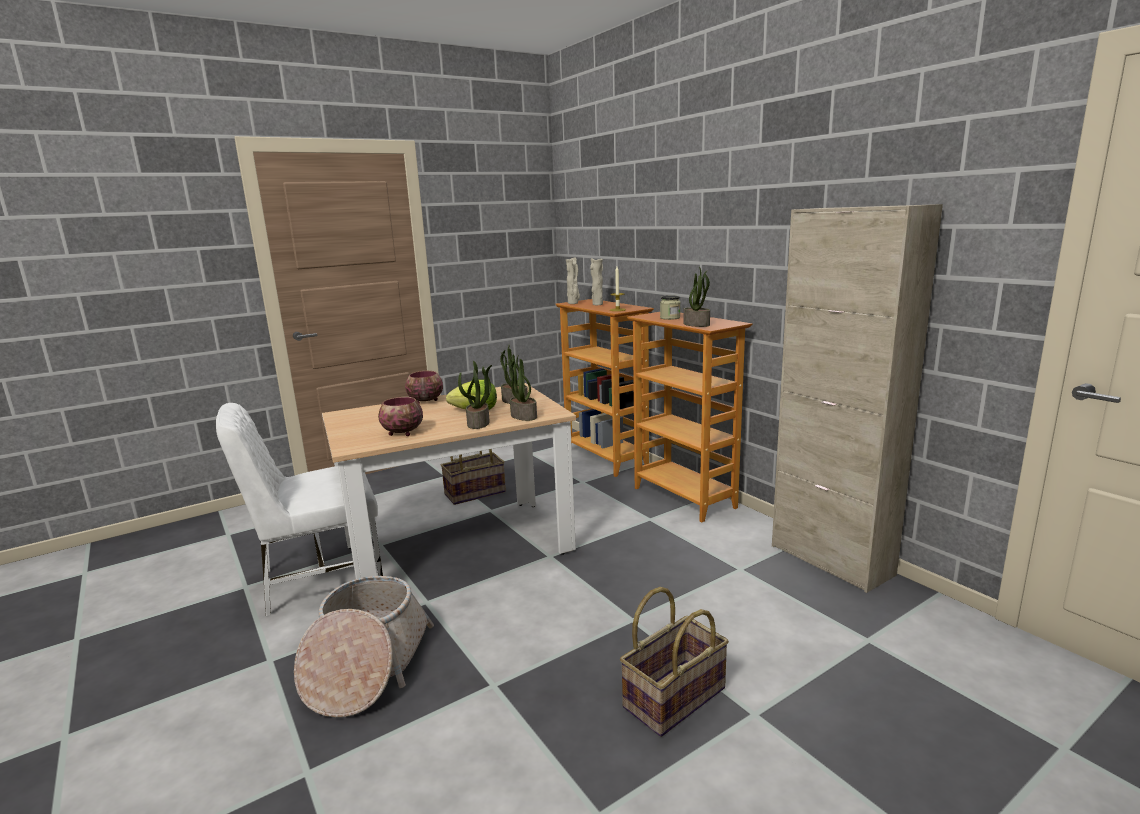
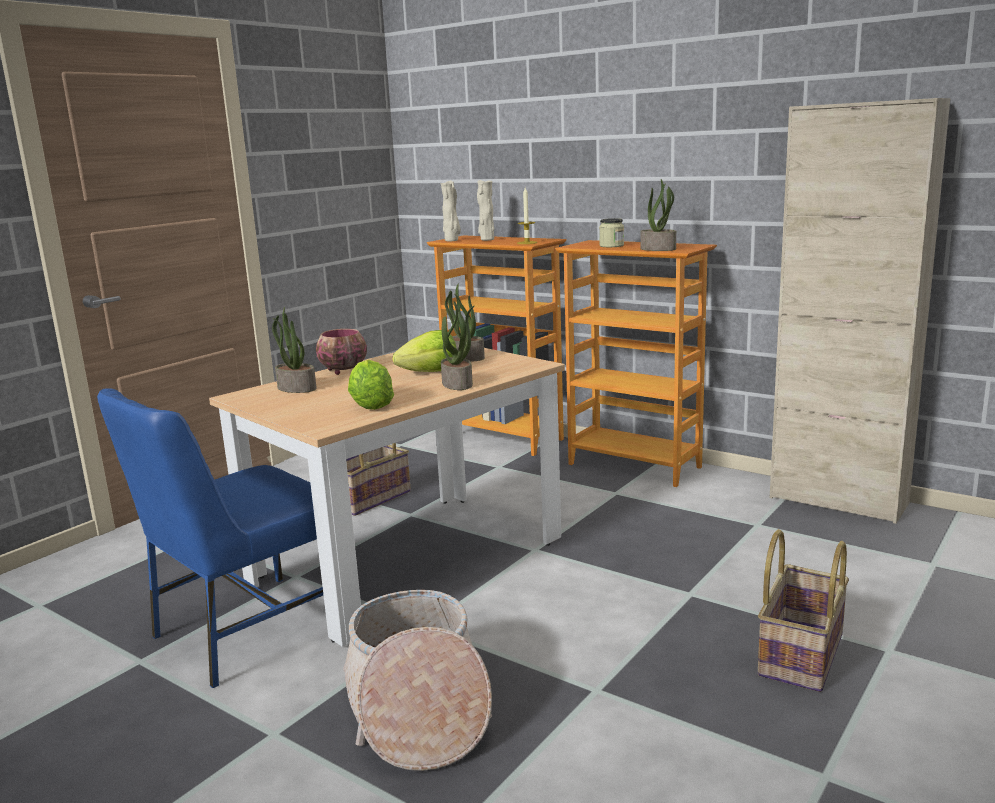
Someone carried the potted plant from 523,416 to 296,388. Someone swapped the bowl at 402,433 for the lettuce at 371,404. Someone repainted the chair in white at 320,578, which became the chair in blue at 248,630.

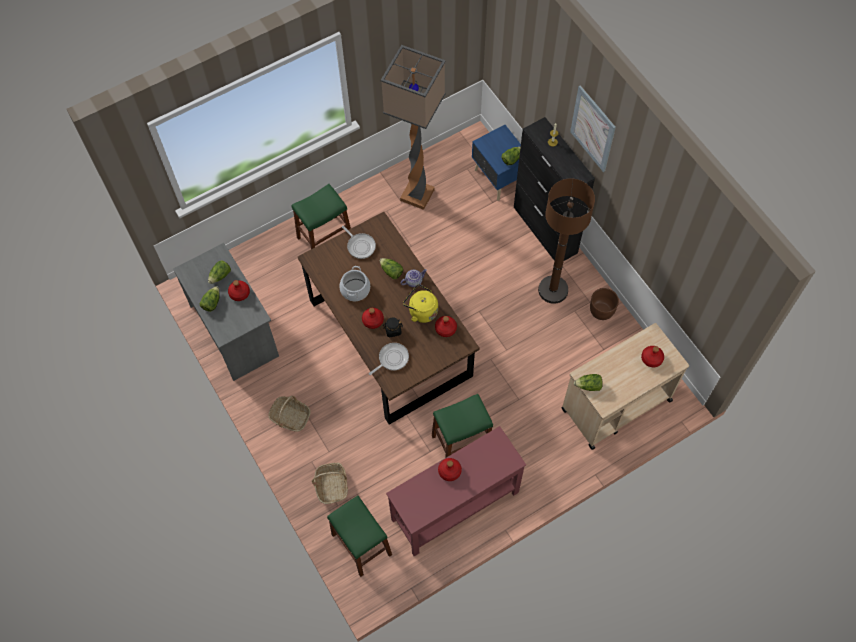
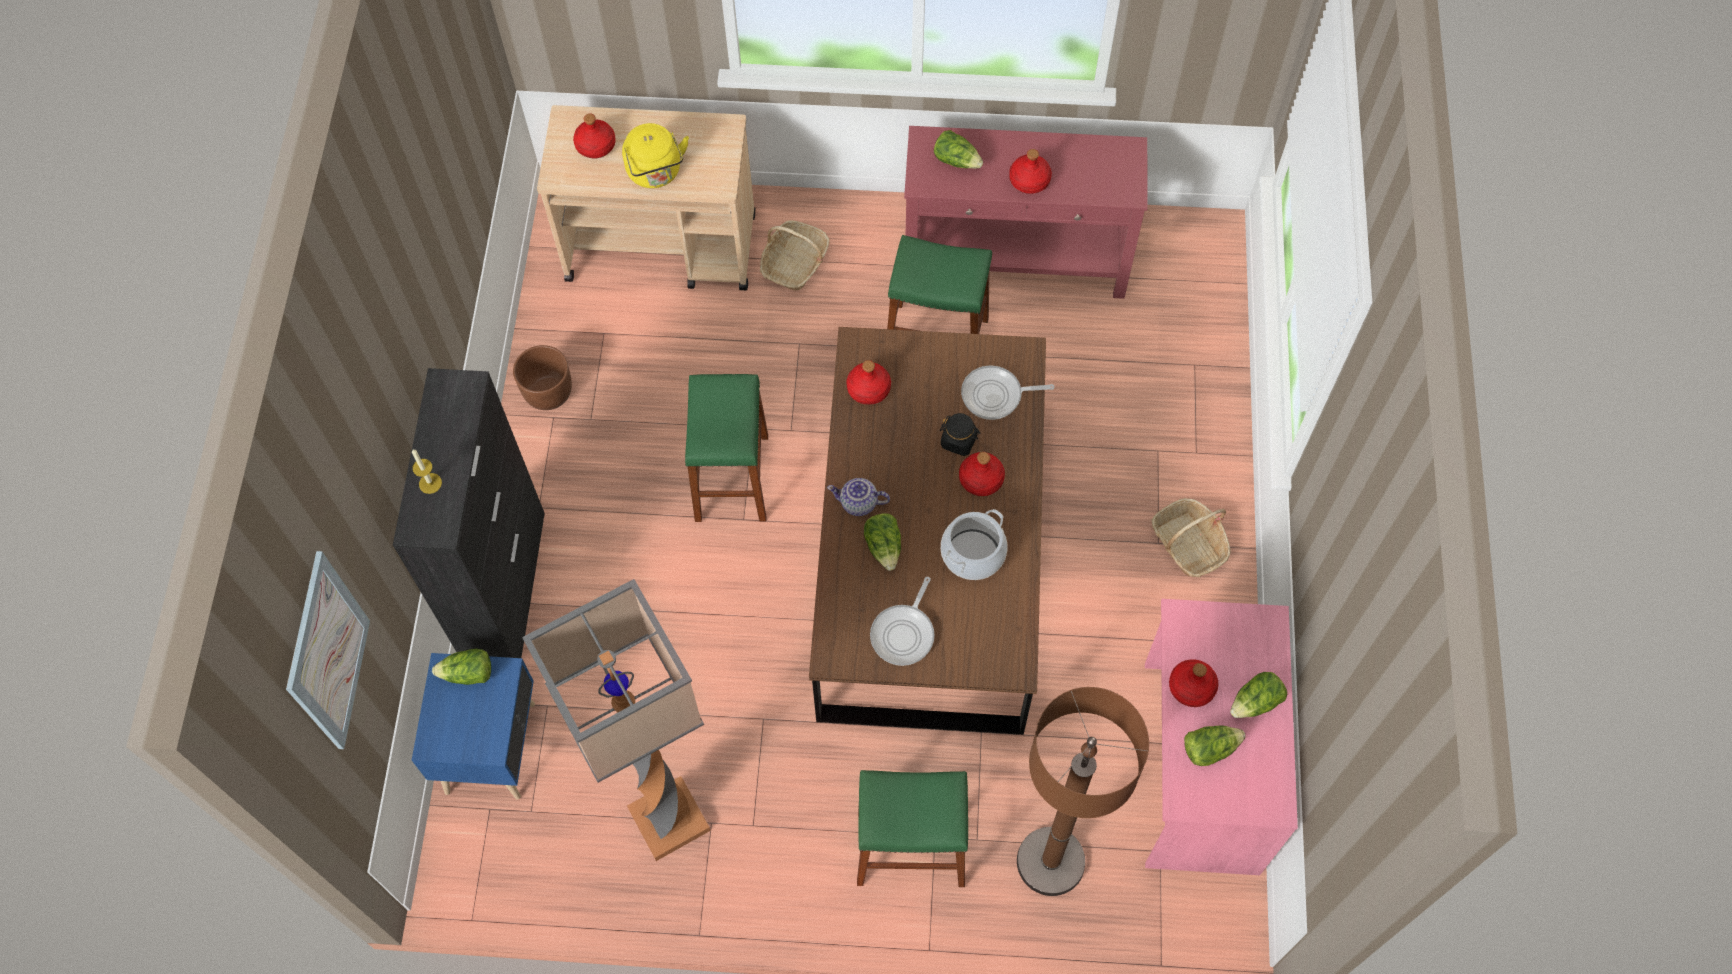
Someone carried the basket from 331,485 to 795,263. Someone carried the stool in green from 361,544 to 732,478. Someone carried the kettle in yellow from 421,311 to 656,173. Someone carried the floor lamp in brown from 553,290 to 1050,861. Someone carried the picture from 593,129 to 327,652. Someone carried the lettuce from 588,386 to 957,160. Someone repainted the desk in grey at 235,330, which became the desk in pink at 1197,767. Someone rotated the frying pan at 360,246 by 150 degrees counterclockwise.

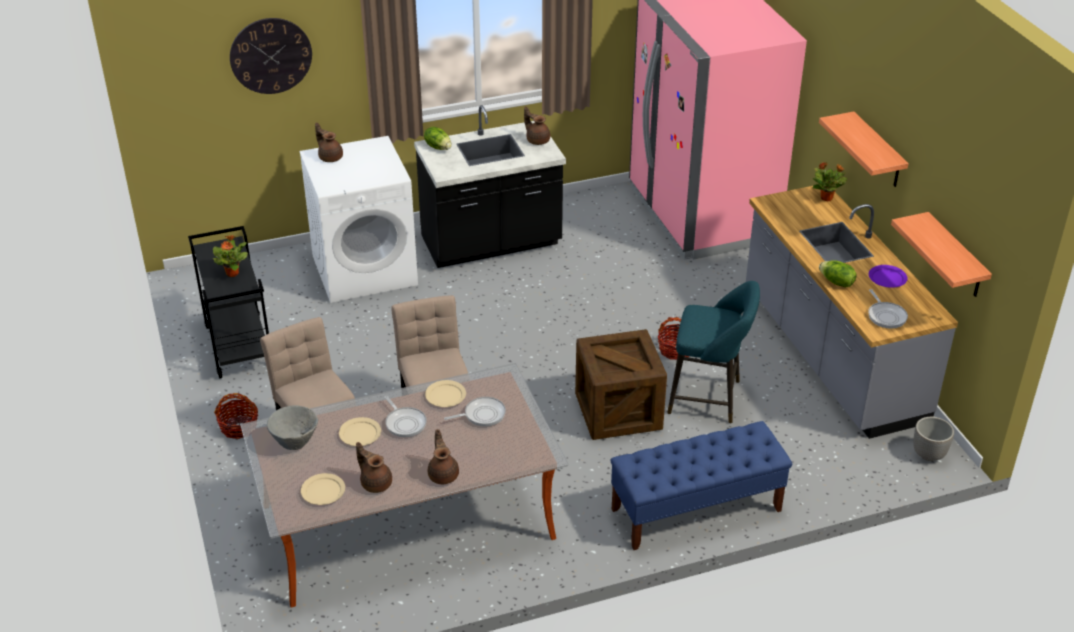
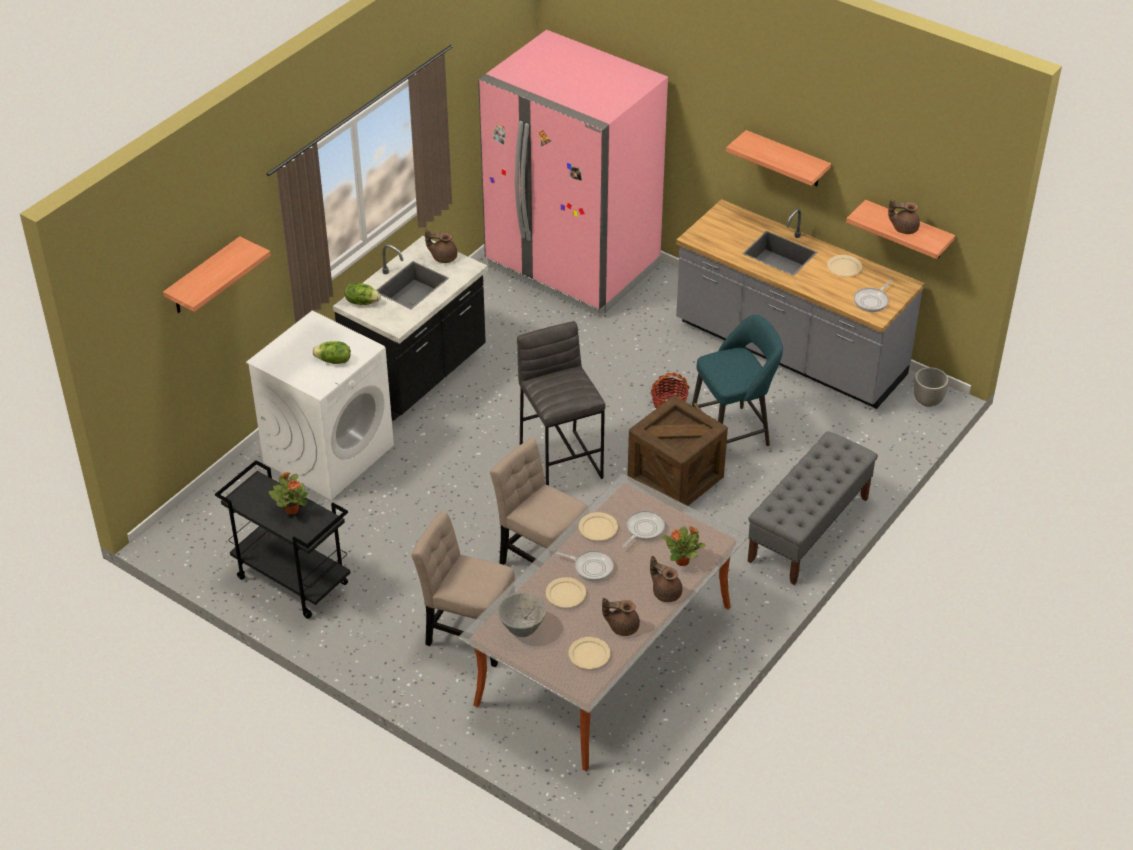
Someone took away the basket at 239,427. Someone put down the stool in grey at 561,461. Someone carried the teapot in brown from 330,157 to 904,228. Someone carried the potted plant from 827,198 to 683,561. Someone carried the lettuce from 836,282 to 333,361. Someone swapped the wall clock at 271,55 for the shelf at 204,277. Someone repainted the bench in blue at 695,510, which became the bench in grey at 808,530. Someone repainted the plate in purple at 887,278, which became the plate in beige at 844,267. Someone rotated the frying pan at 886,316 by 90 degrees clockwise.

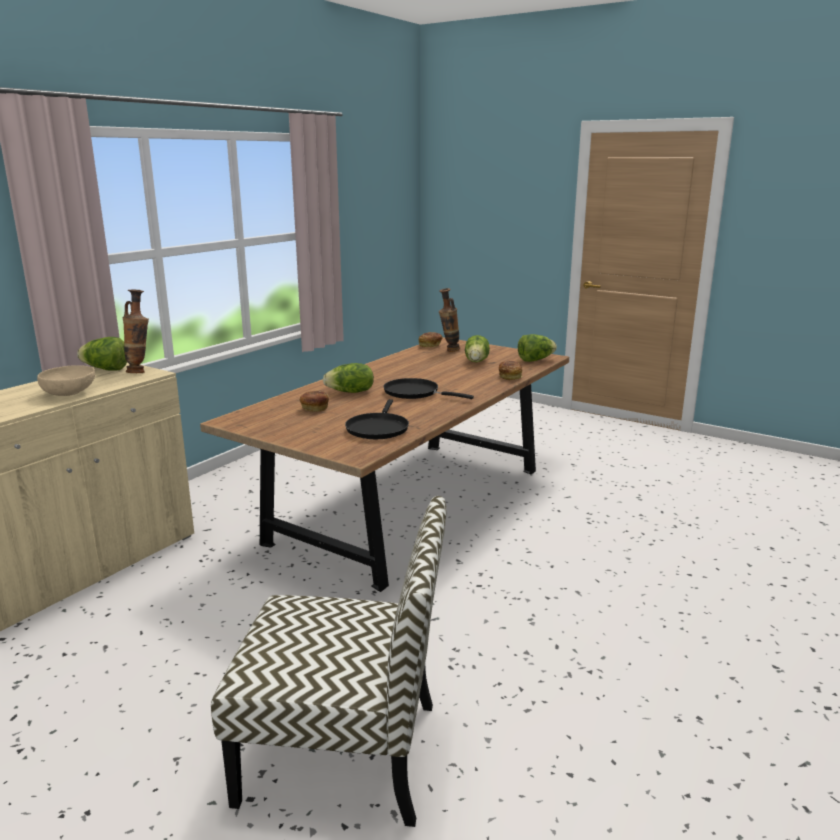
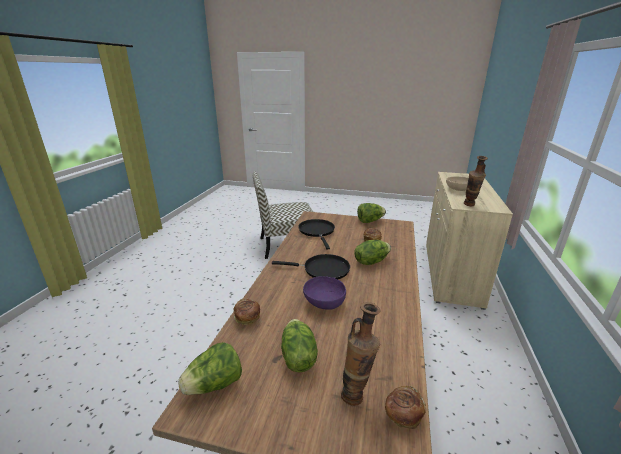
Someone put down the bowl in purple at 324,302. Someone carried the lettuce from 106,369 to 370,221.

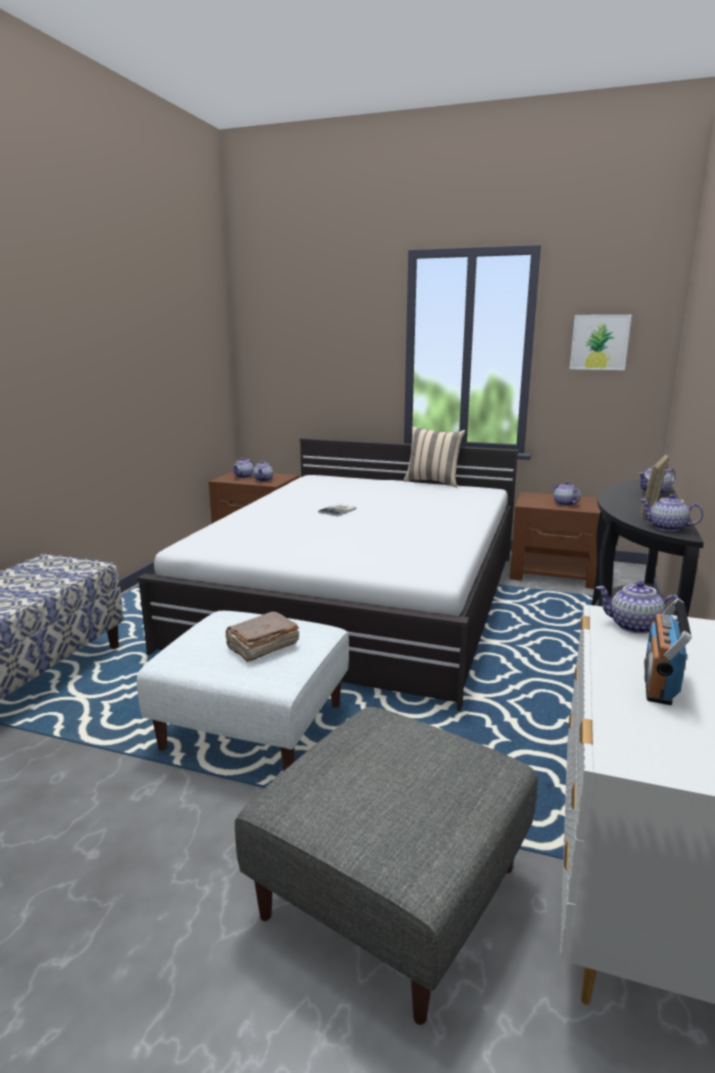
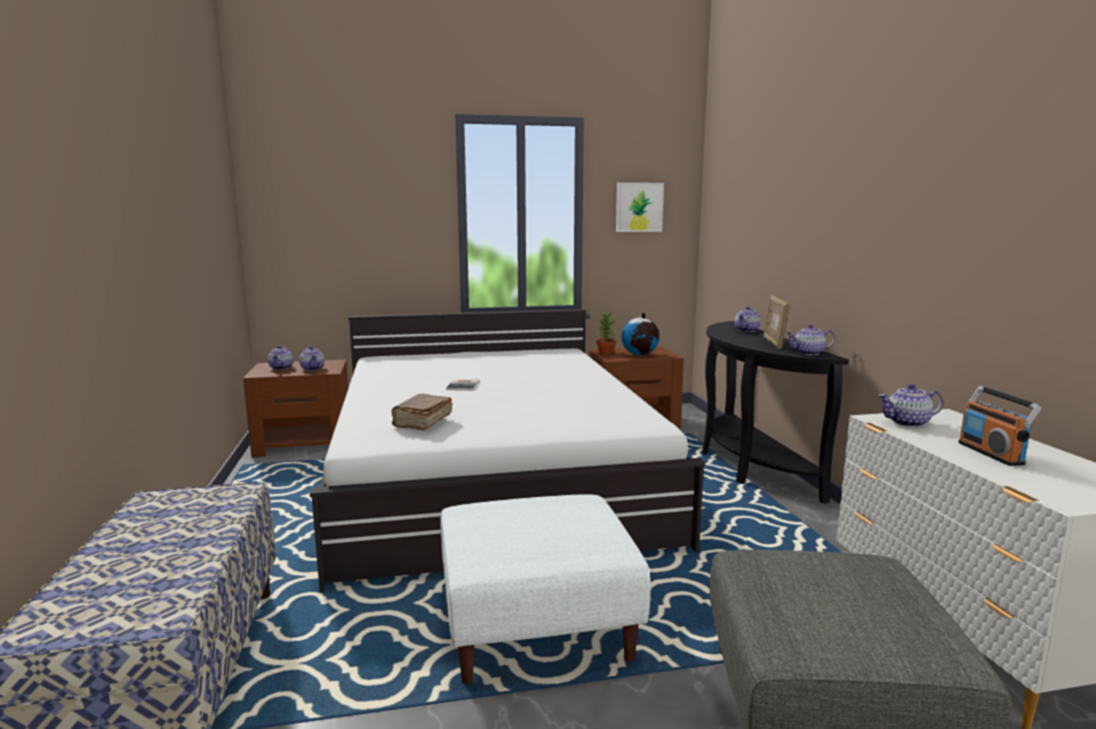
Someone took away the pillow in beige at 433,482. Someone put down the potted plant at 606,352. Someone carried the book in brown from 262,647 to 422,422. Someone swapped the teapot at 564,504 for the globe at 640,354.

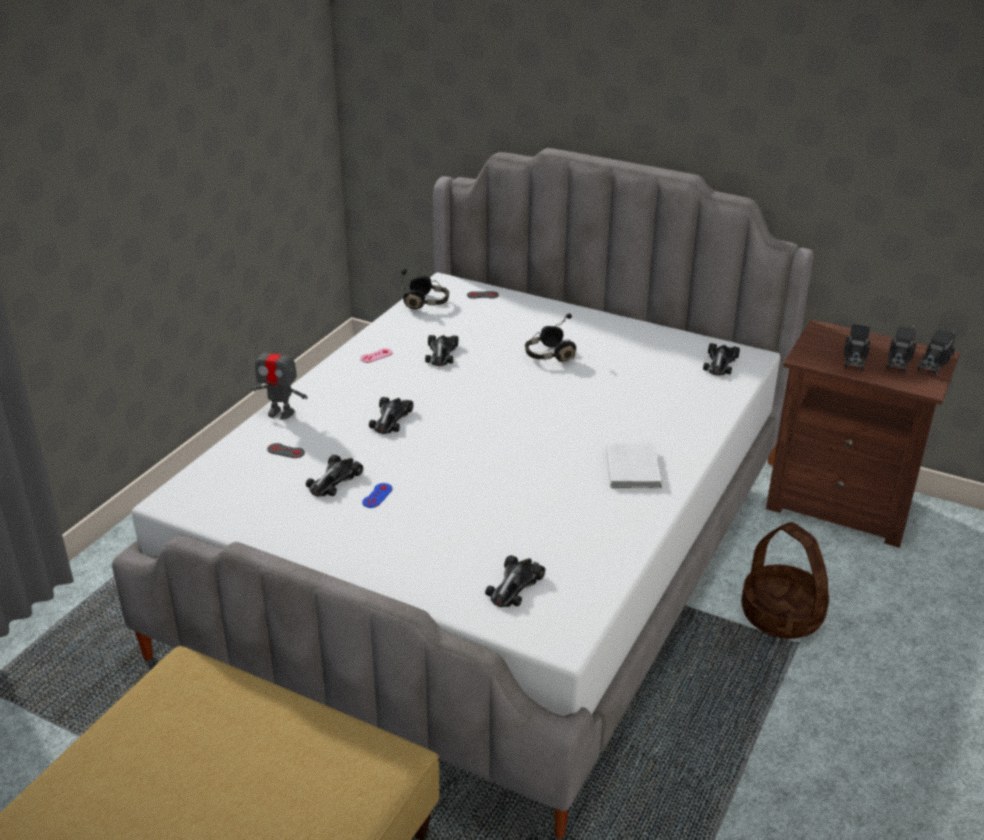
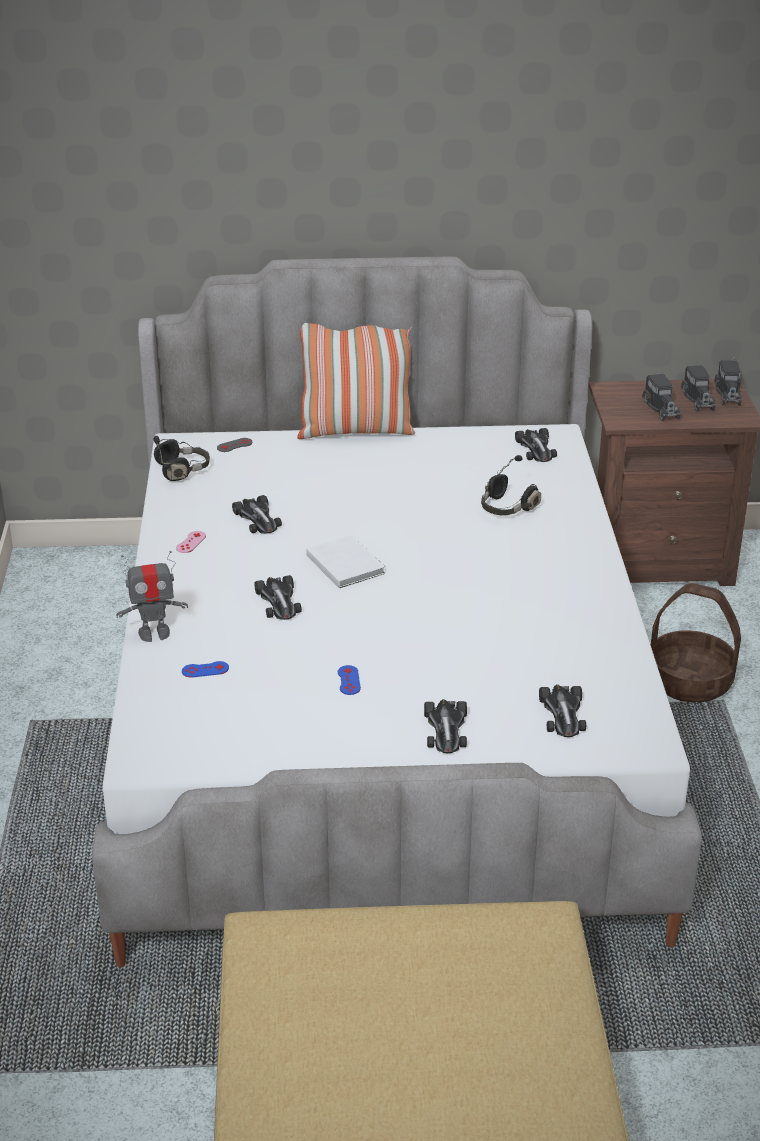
Someone put down the pillow at 355,431. Someone carried the toy car from 334,480 to 446,729. Someone carried the headphones in black from 549,355 to 506,508. Someone carried the book in white from 633,467 to 345,563. Someone repainted the game controller in grey at 286,451, which became the game controller in blue at 205,670.

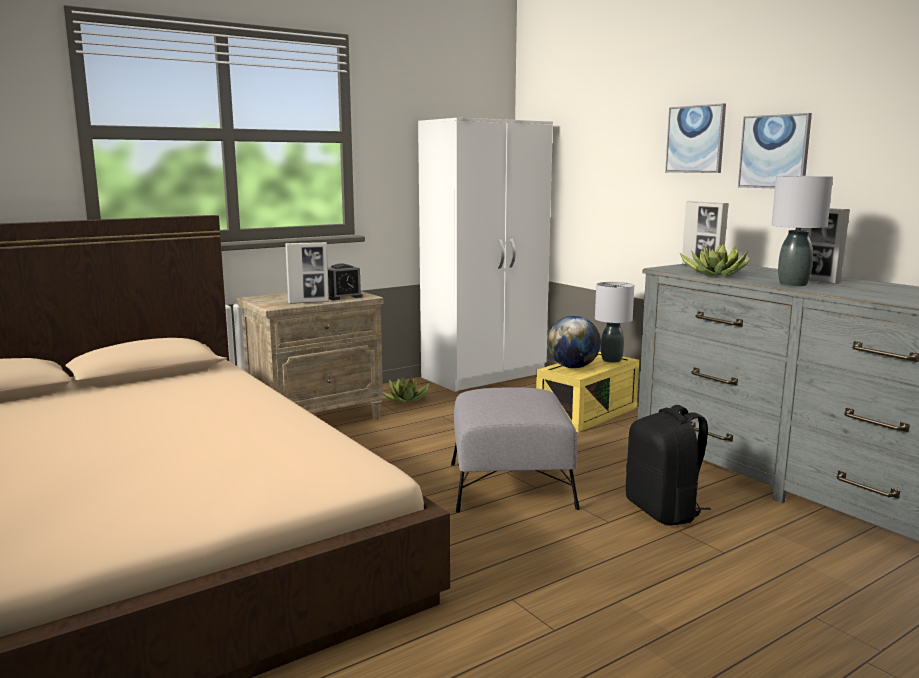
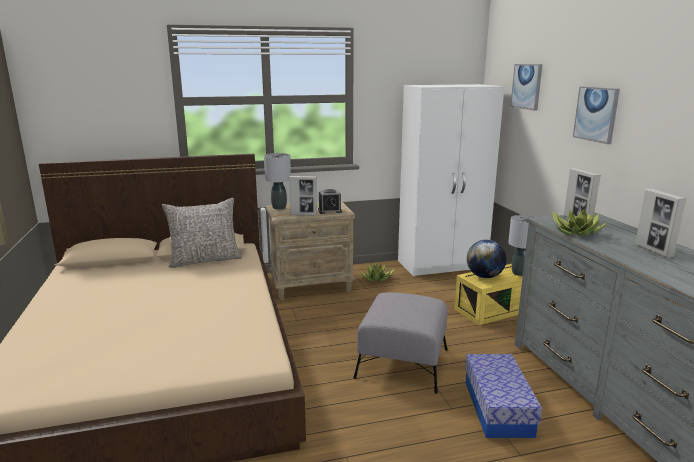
Someone put down the pillow in grey at 205,260. Someone carried the picture from 774,151 to 527,86. Someone carried the table lamp in grey from 793,284 to 279,208. Someone swapped the backpack in black at 664,511 for the storage box at 498,408.

